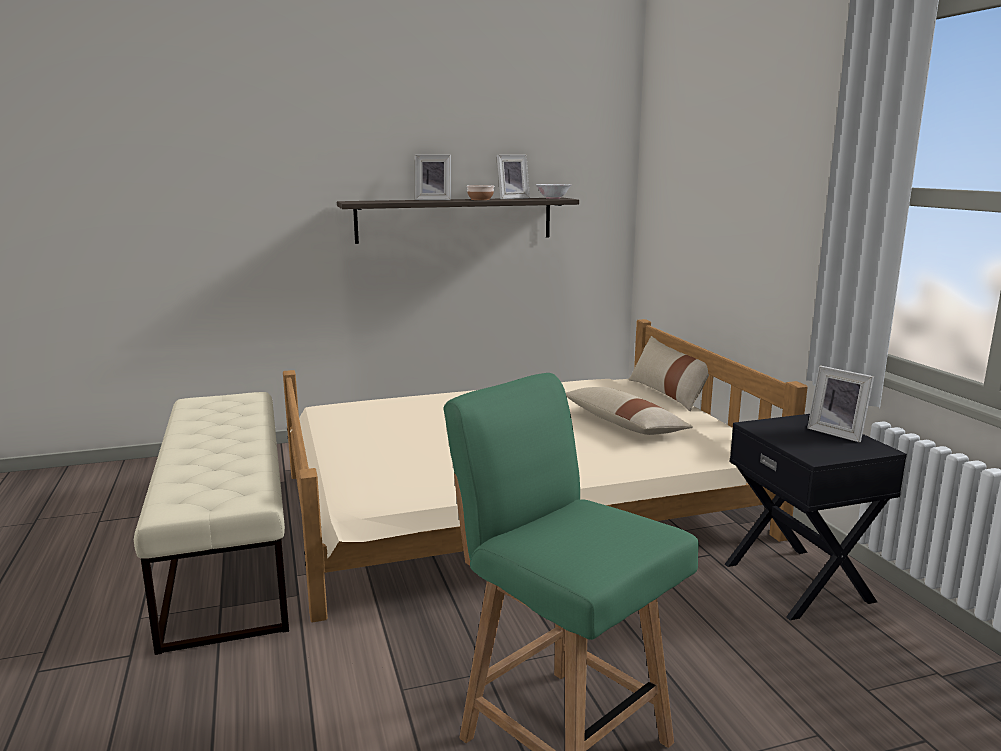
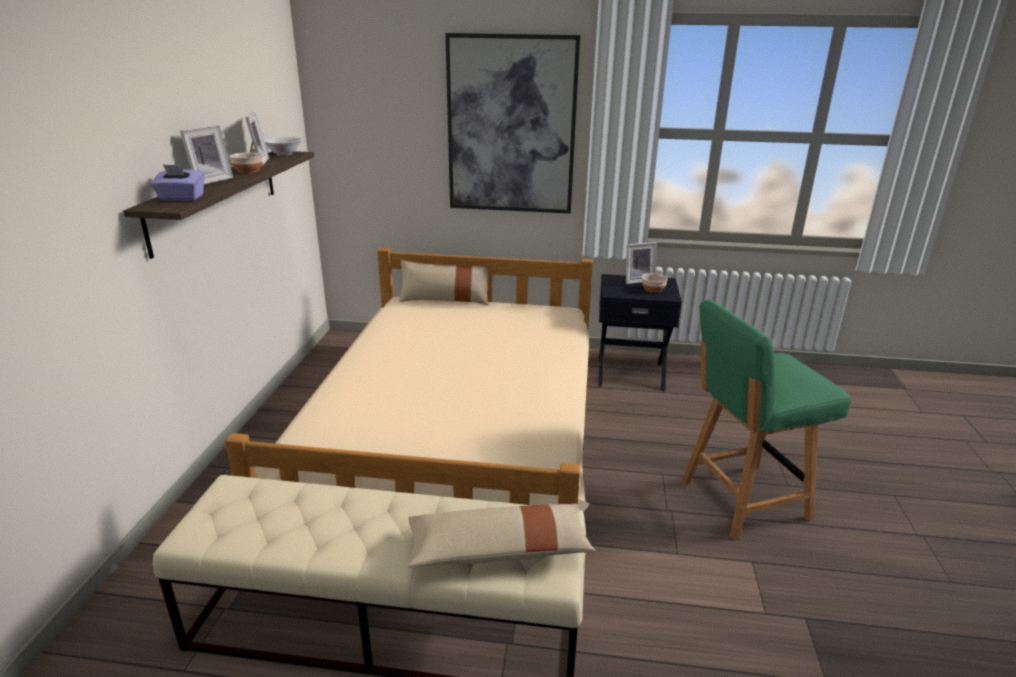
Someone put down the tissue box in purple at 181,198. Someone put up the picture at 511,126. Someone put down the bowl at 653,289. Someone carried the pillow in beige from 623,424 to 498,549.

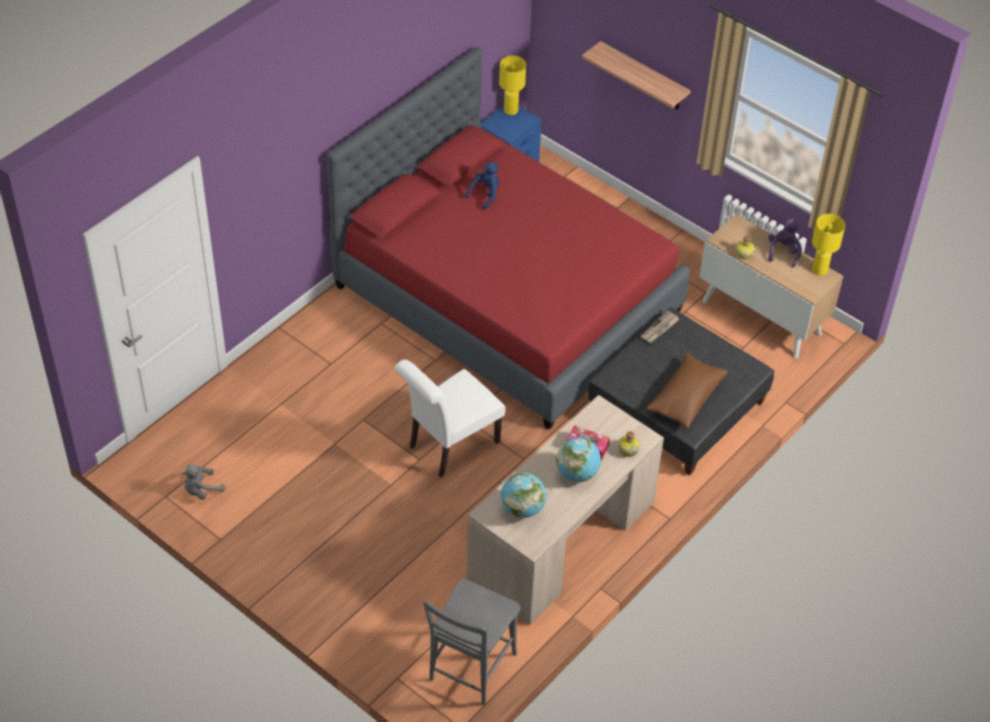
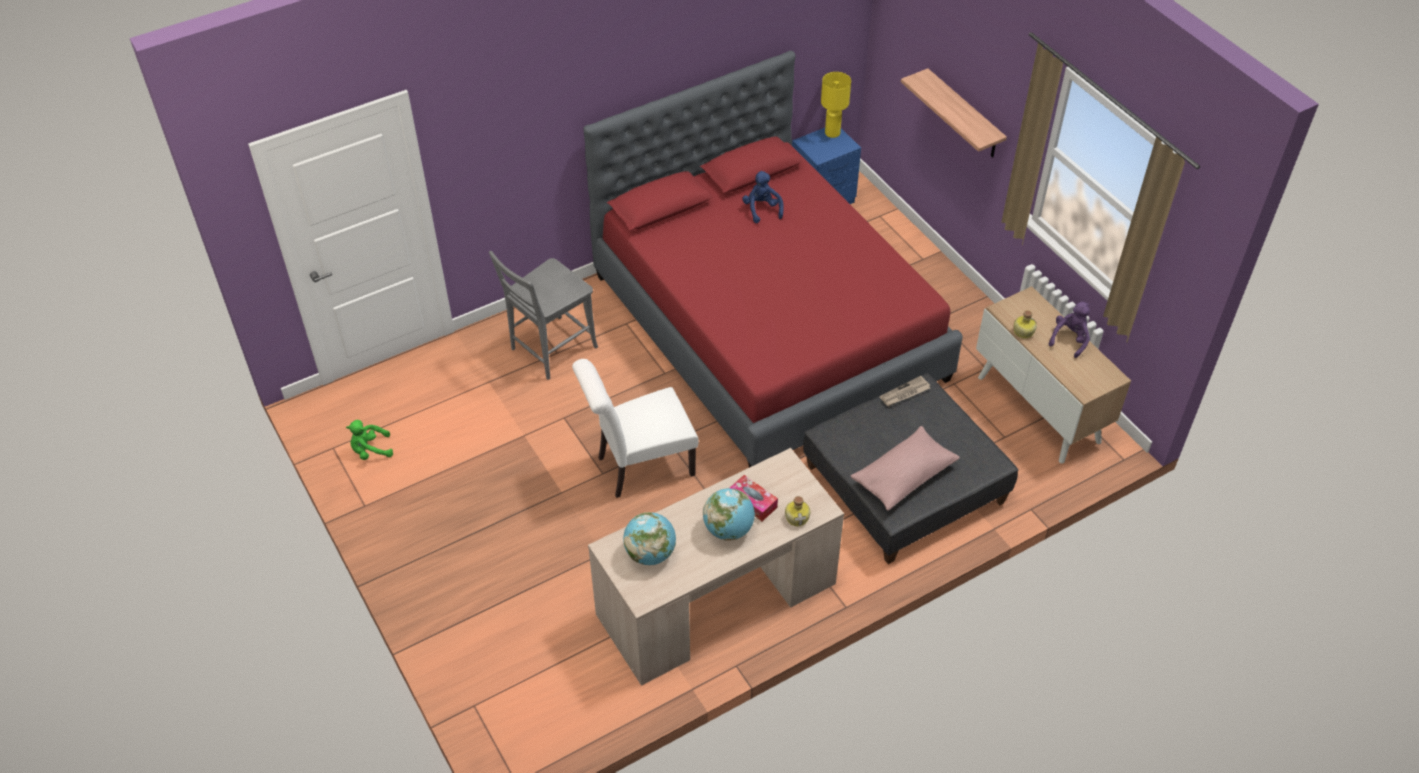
Someone took away the table lamp in yellow at 820,271. Someone carried the chair in grey from 470,670 to 550,350. Someone repainted the plush toy in grey at 202,490, which became the plush toy in green at 370,450. Someone repainted the pillow in brown at 686,398, which became the pillow in pink at 903,476. Someone rotated the plush toy in blue at 485,194 by 75 degrees counterclockwise.

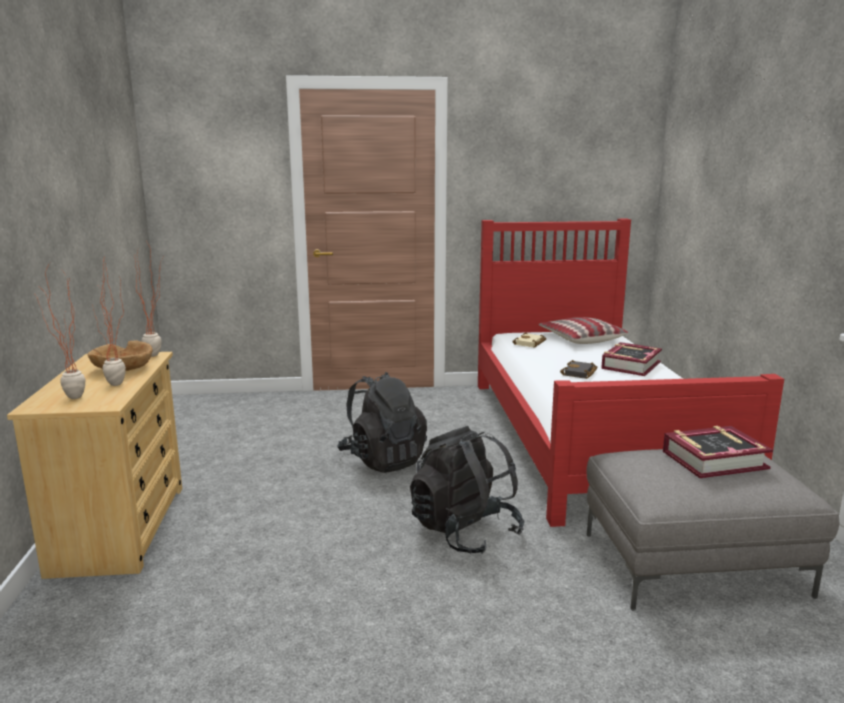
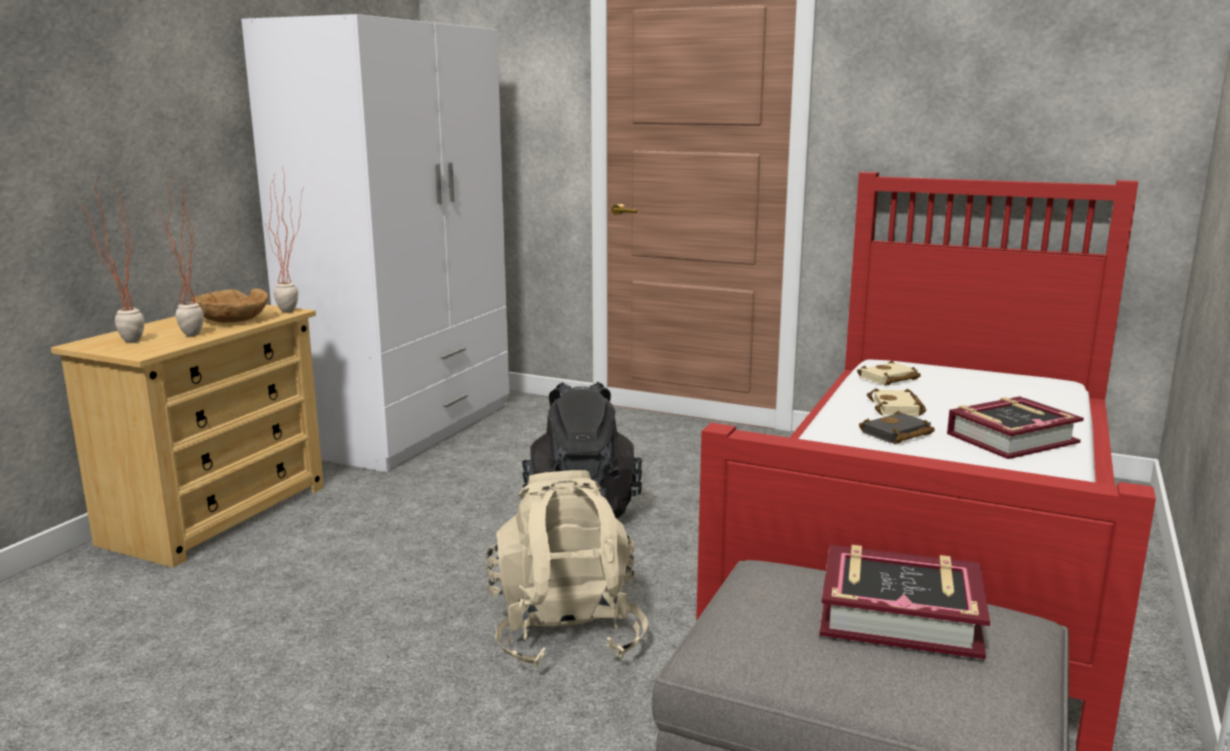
Someone took away the pillow at 581,339. Someone put down the wardrobe in white at 407,427. Someone put down the book in beige at 898,408. Someone repainted the backpack in black at 464,531, which became the backpack in beige at 566,632.

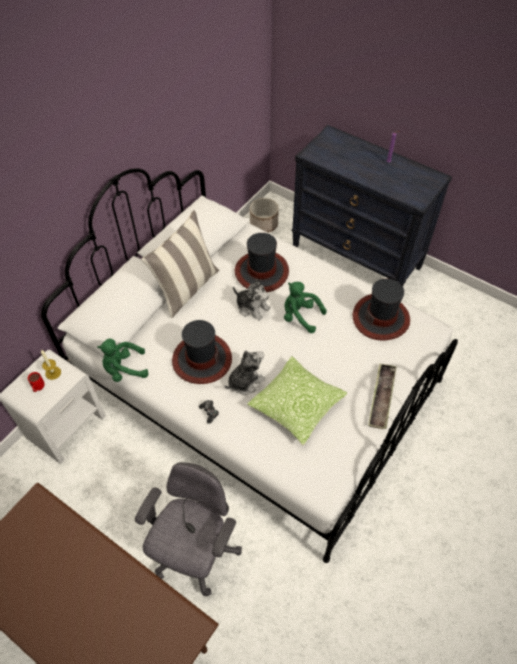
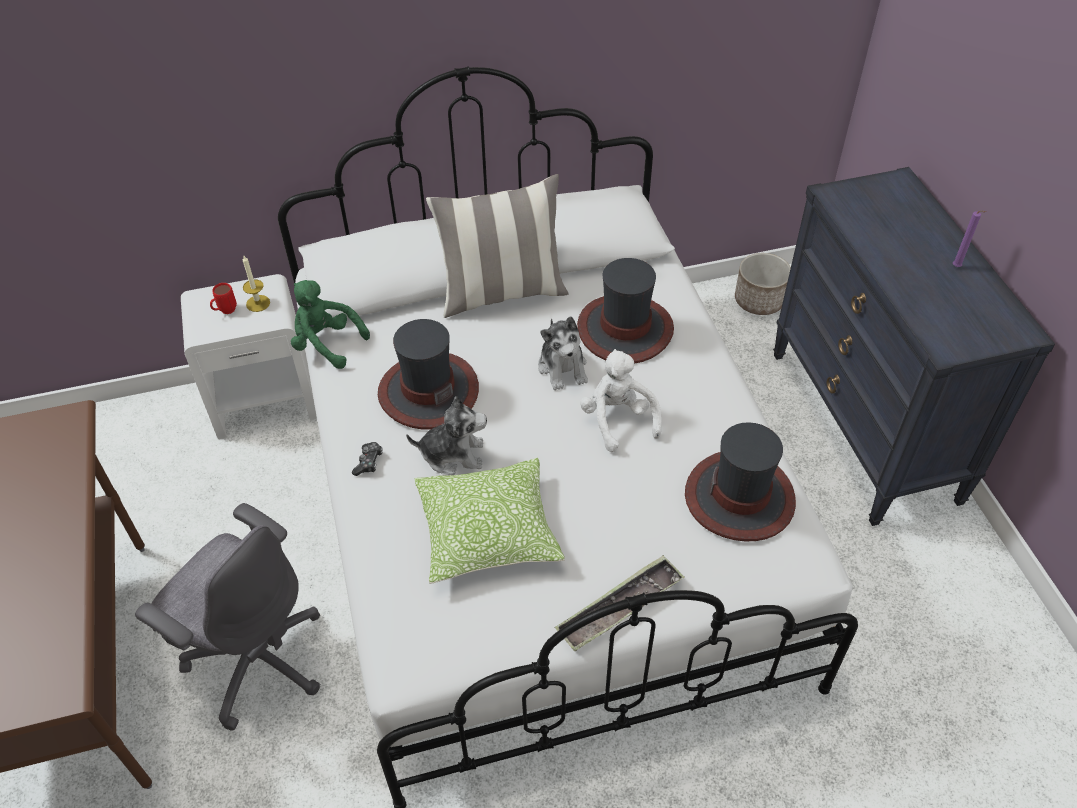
Someone repainted the plush toy in green at 300,316, which became the plush toy in white at 618,420. Someone rotated the office chair in grey at 195,552 by 60 degrees clockwise.

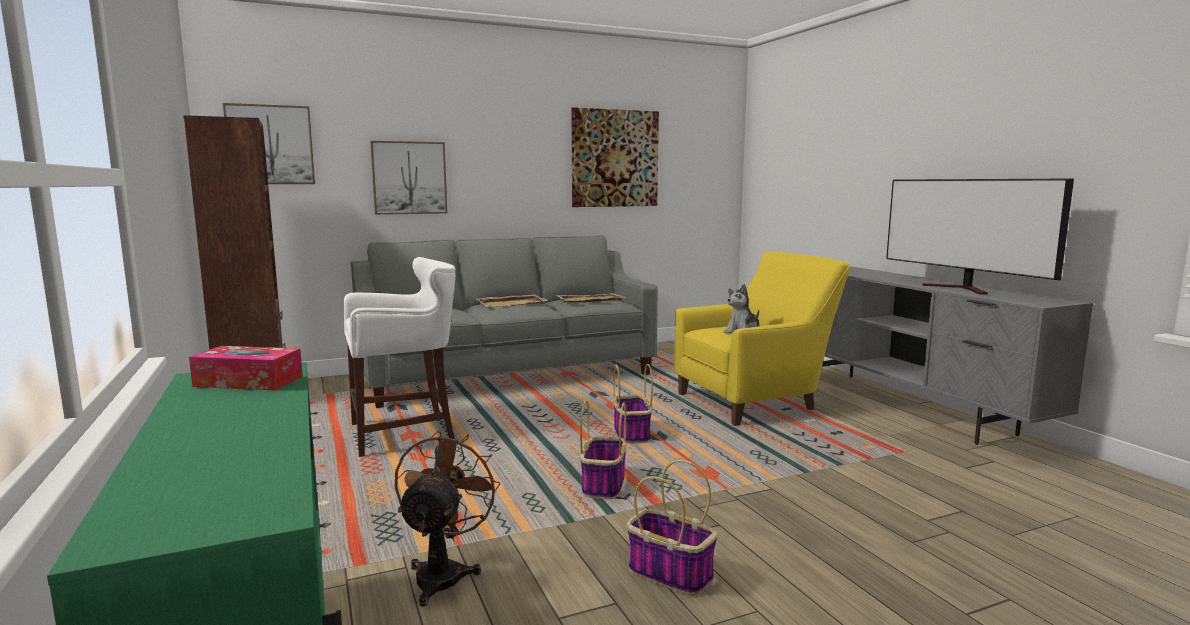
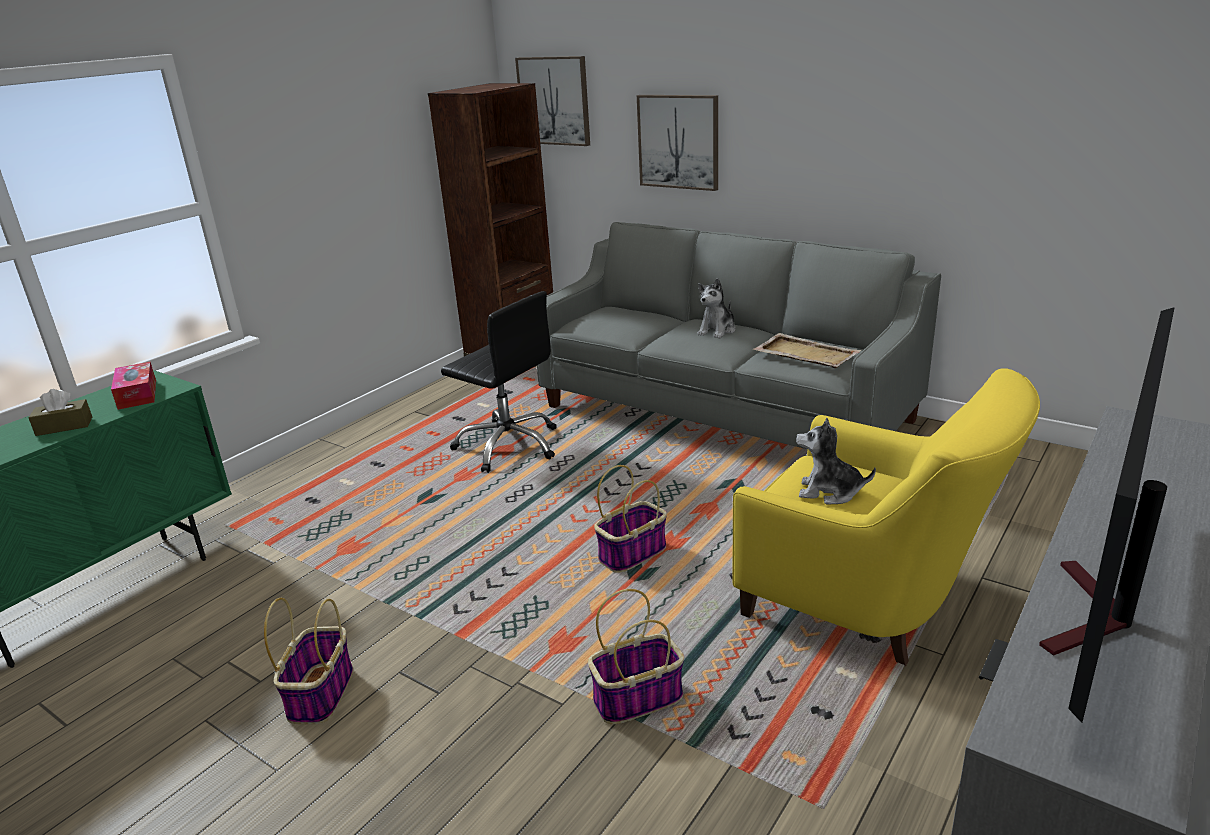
Someone took away the fan in brown at 444,573. Someone took away the picture at 615,158. Someone put down the tissue box in brown at 64,426. Someone carried the basket from 603,484 to 638,698. Someone swapped the stool in white at 406,433 for the office chair in black at 508,445. Someone swapped the tray in beige at 512,303 for the plush toy at 717,330.

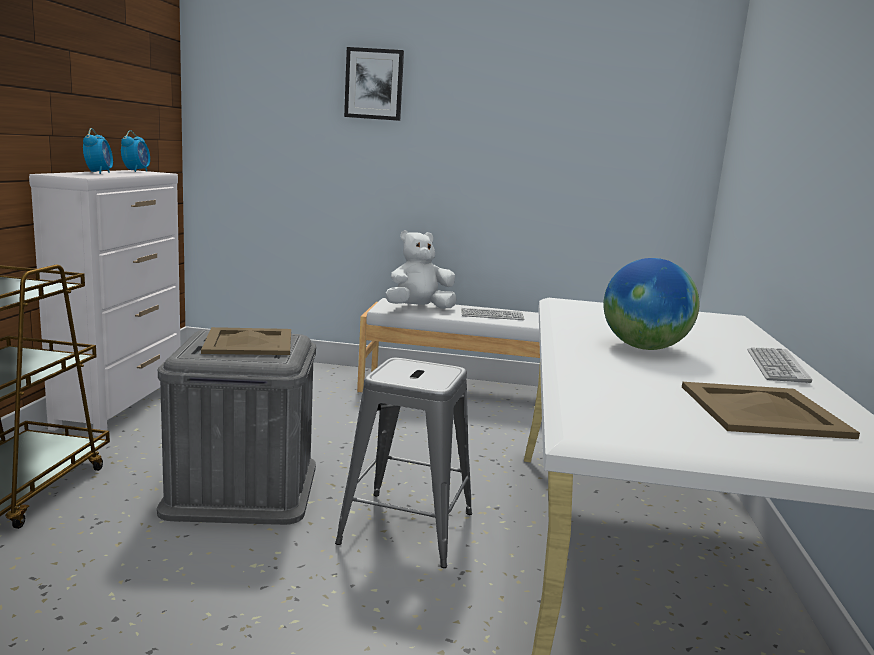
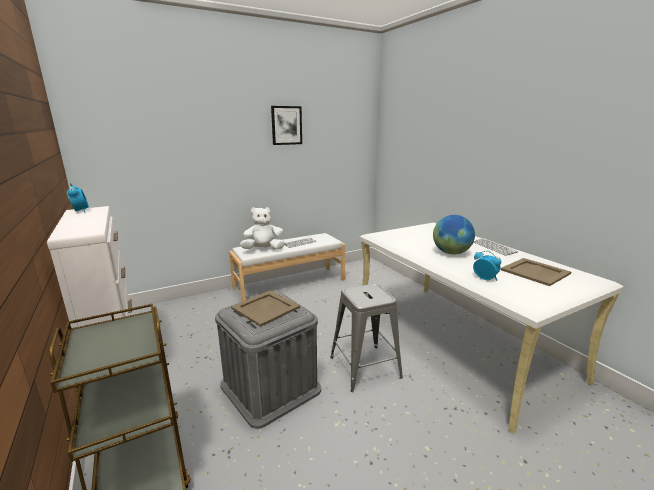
Someone carried the alarm clock from 99,173 to 485,278. Someone carried the picture from 374,84 to 286,125. Someone rotated the plush toy in white at 419,309 by 45 degrees clockwise.

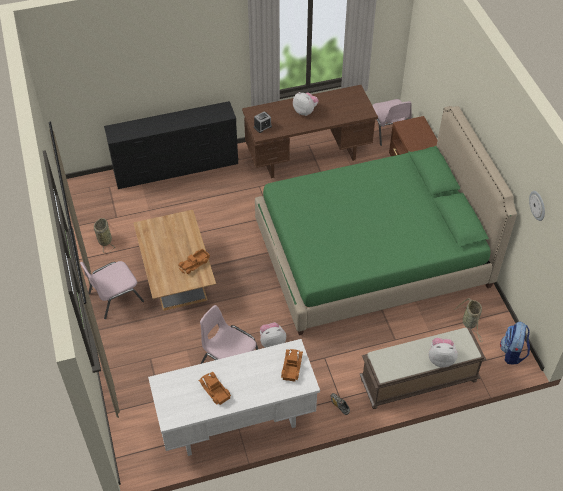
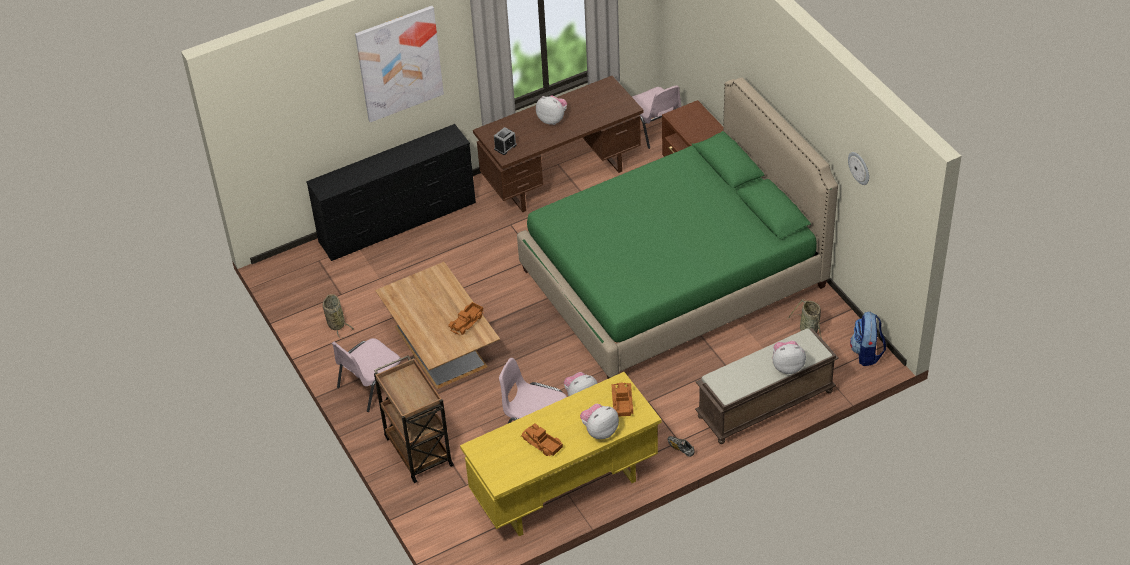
Someone put up the picture at 399,63. Someone put down the cart in brown at 418,450. Someone put down the plush toy at 599,431. Someone repainted the desk in white at 236,422, which became the desk in yellow at 564,491.

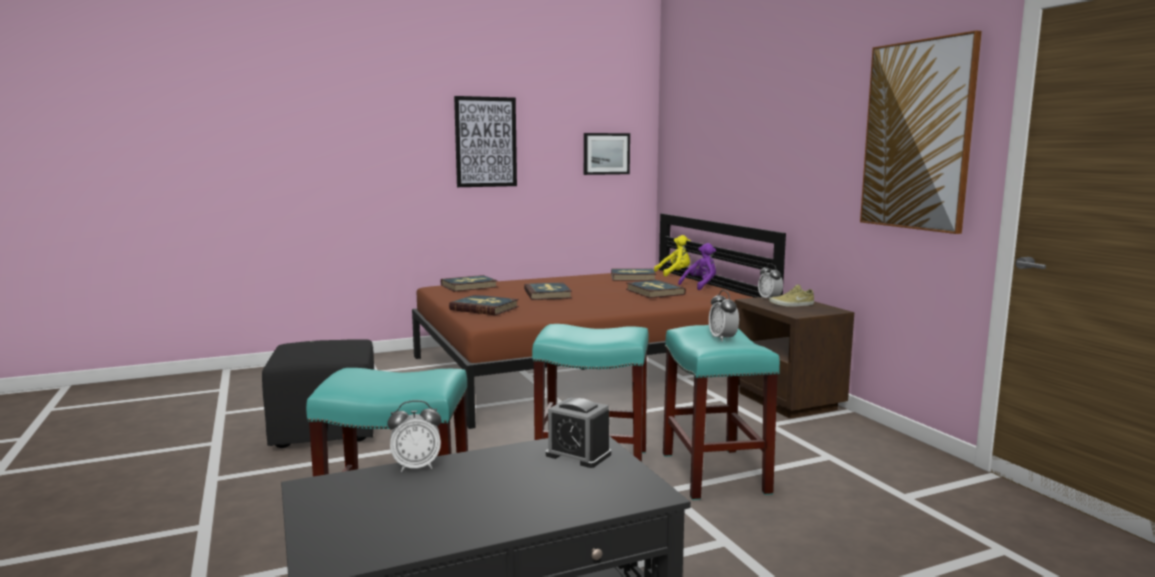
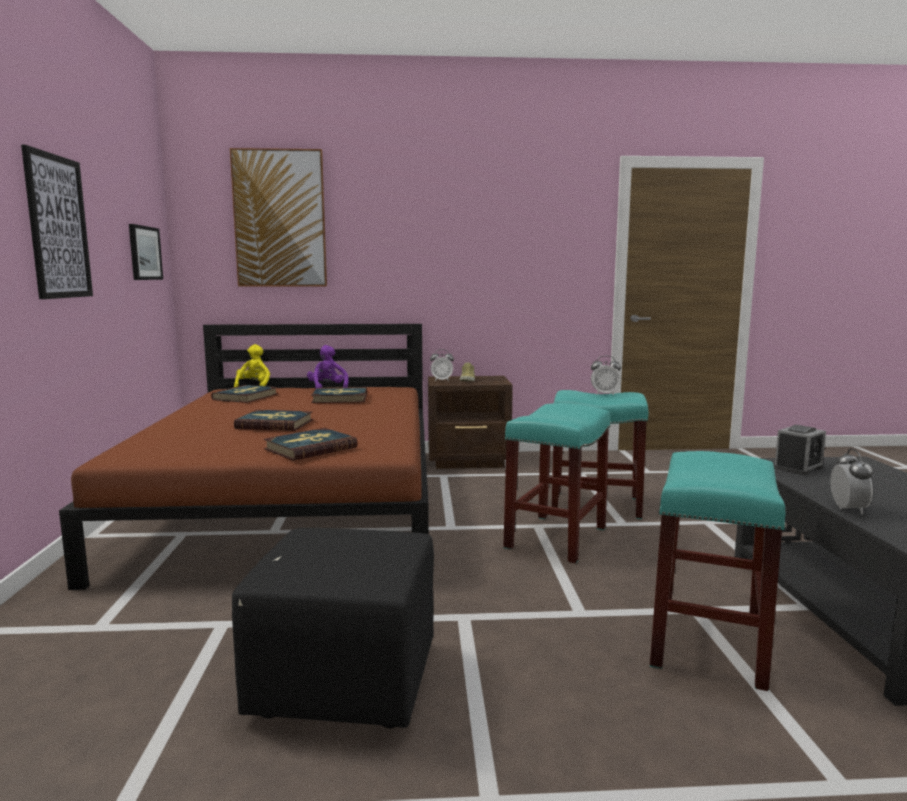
Someone took away the book at 469,286. Someone carried the picture from 917,135 to 280,219.

